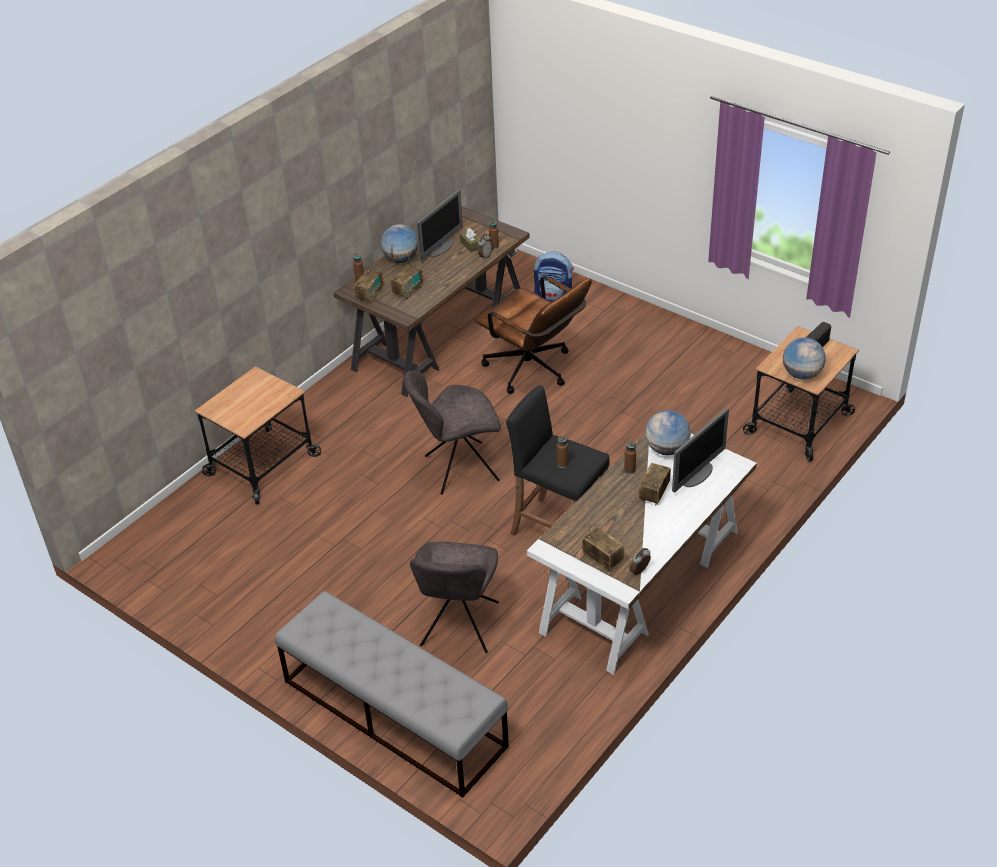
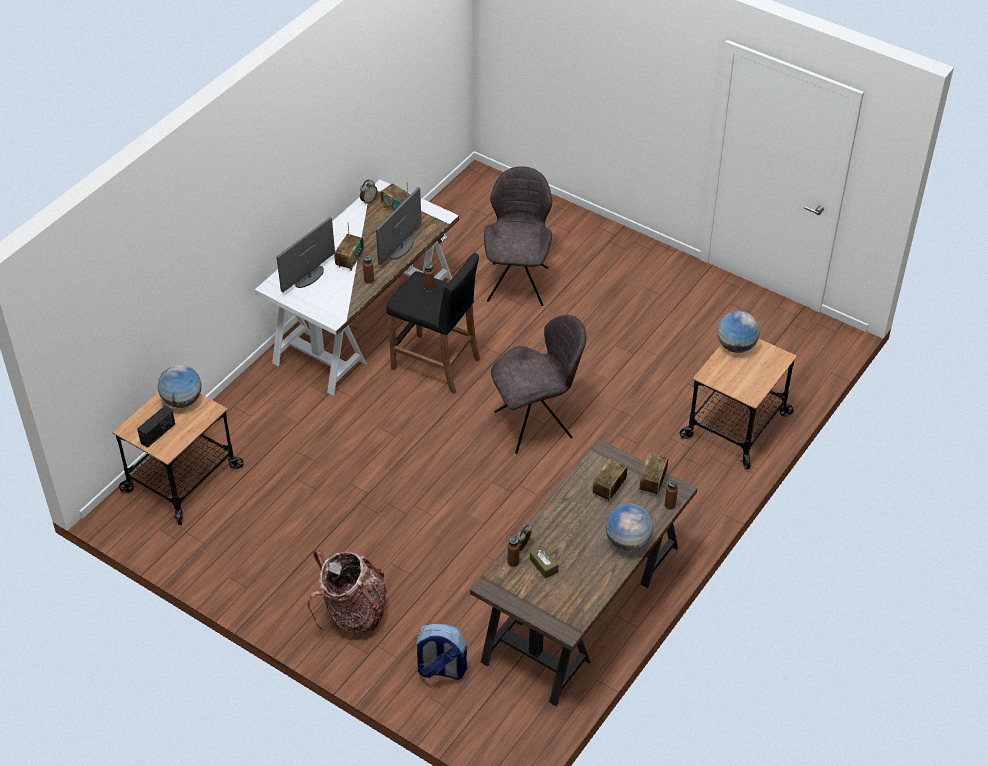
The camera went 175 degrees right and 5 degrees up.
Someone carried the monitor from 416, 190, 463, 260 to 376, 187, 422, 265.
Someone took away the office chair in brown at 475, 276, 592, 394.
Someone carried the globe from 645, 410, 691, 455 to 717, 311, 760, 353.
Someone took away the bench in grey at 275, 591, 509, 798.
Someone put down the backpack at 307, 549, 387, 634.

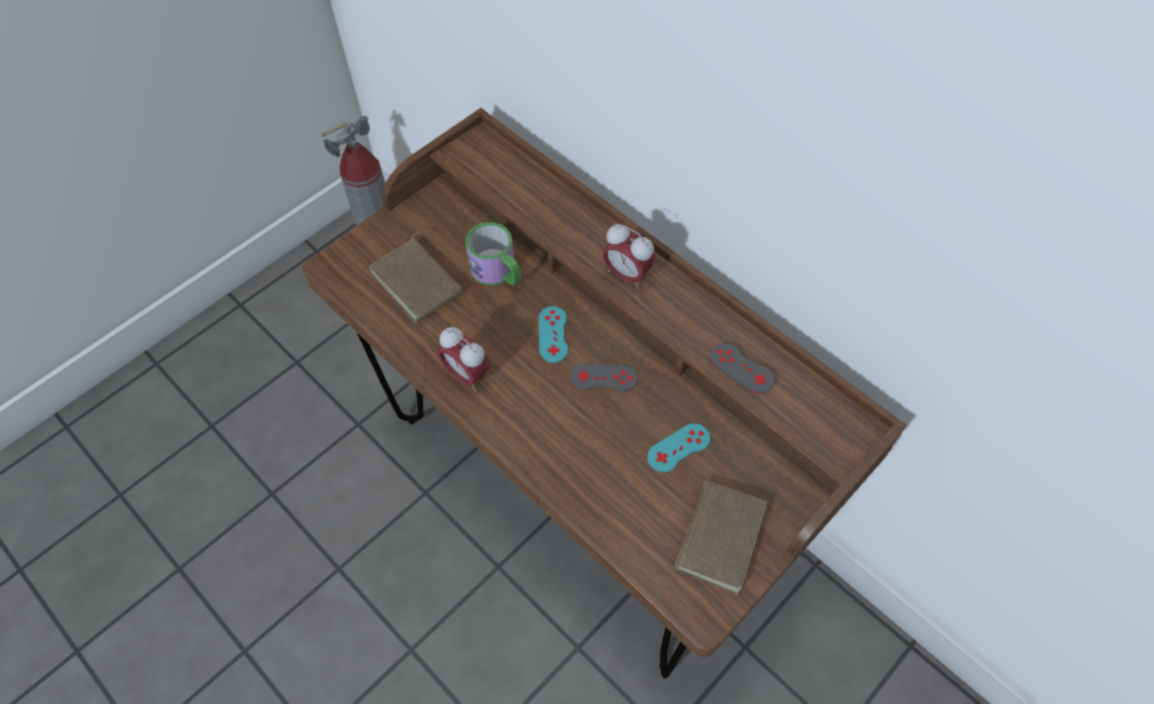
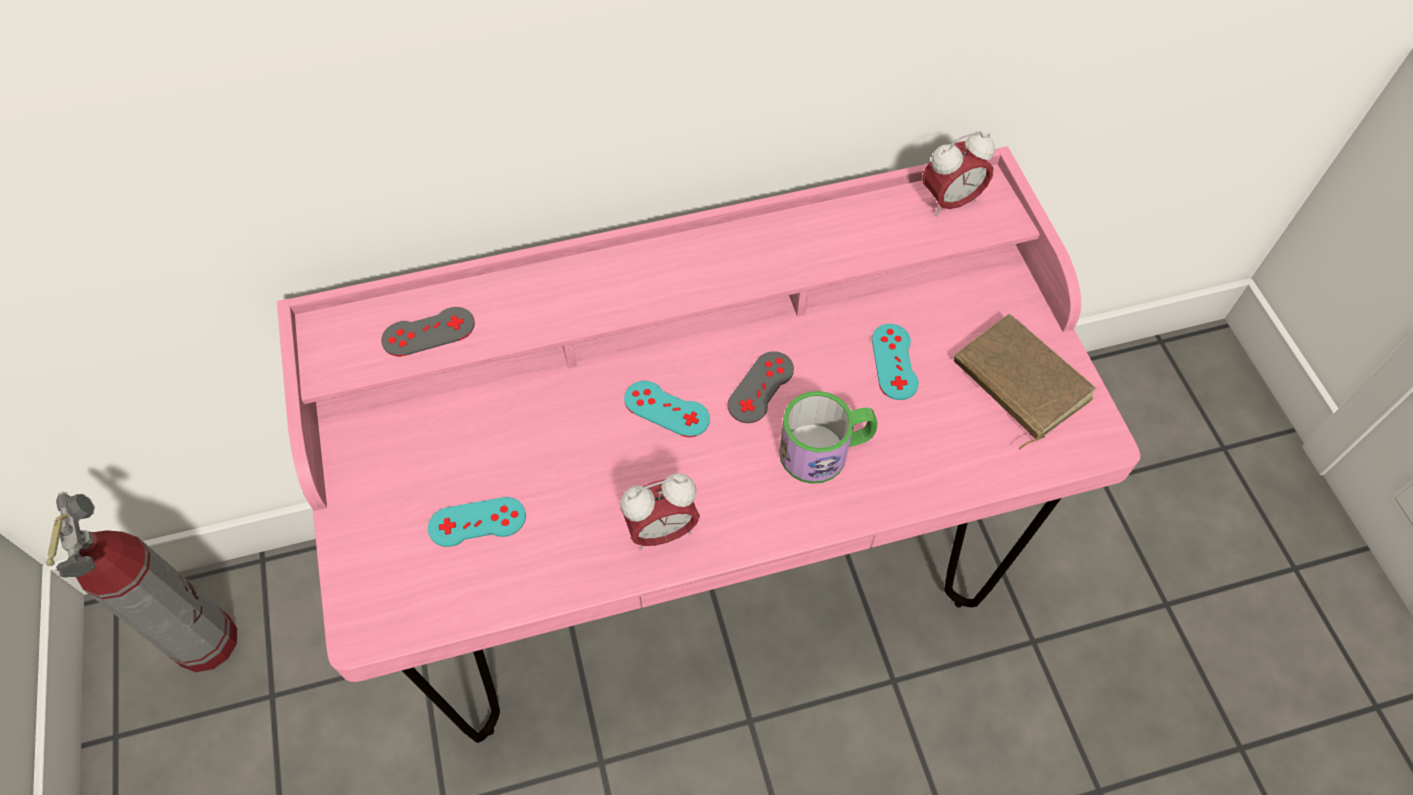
The camera went 60 degrees left and 0 degrees up.
Someone repainted the desk in brown at 302, 108, 907, 679, which became the desk in pink at 277, 146, 1141, 743.
Someone carried the mug from 465, 222, 521, 286 to 779, 391, 877, 484.
Someone carried the alarm clock from 602, 224, 656, 289 to 923, 131, 995, 217.
Someone swapped the book in brown at 369, 230, 463, 323 for the game controller in turquoise at 428, 497, 526, 547.
Someone carried the game controller in grey from 710, 343, 775, 394 to 381, 307, 475, 356.

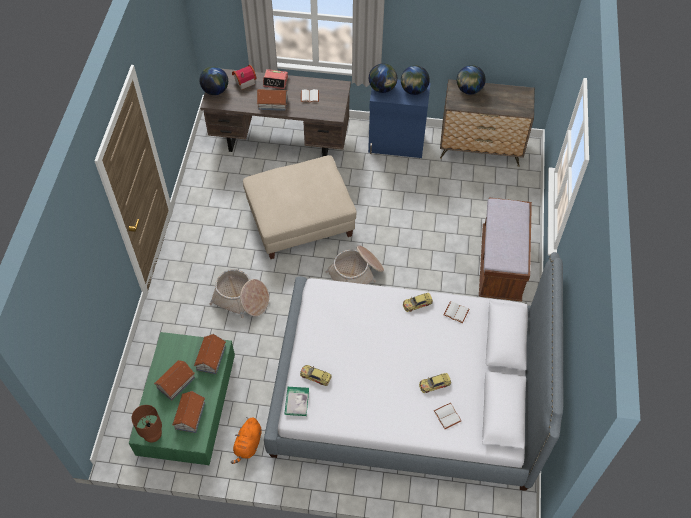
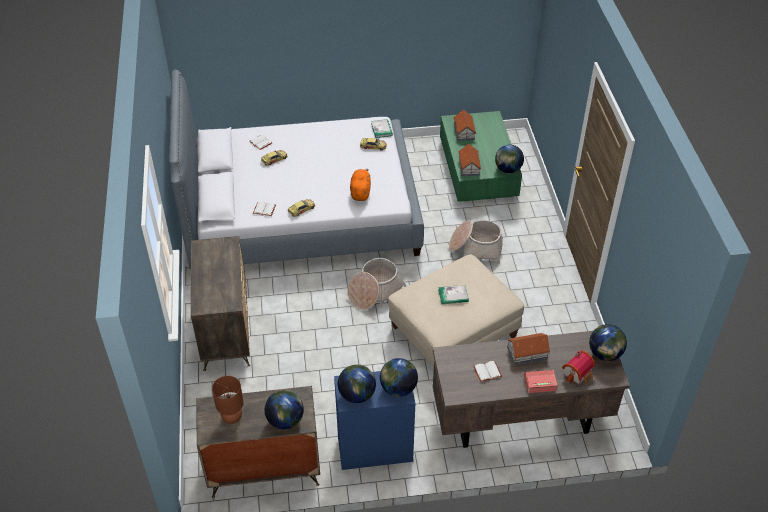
The camera went 165 degrees right and 10 degrees down.
Someone swapped the bench in brown at 479, 198, 532, 302 for the dresser at 191, 236, 250, 371.
Someone took away the toy house at 154, 360, 195, 401.
Someone carried the table lamp in brown from 132, 405, 162, 442 to 212, 376, 244, 424.
Someone carried the plush toy in orange from 231, 417, 262, 464 to 350, 169, 371, 201.
Someone put down the globe at 495, 145, 524, 173.
Someone put down the book at 438, 285, 469, 304.

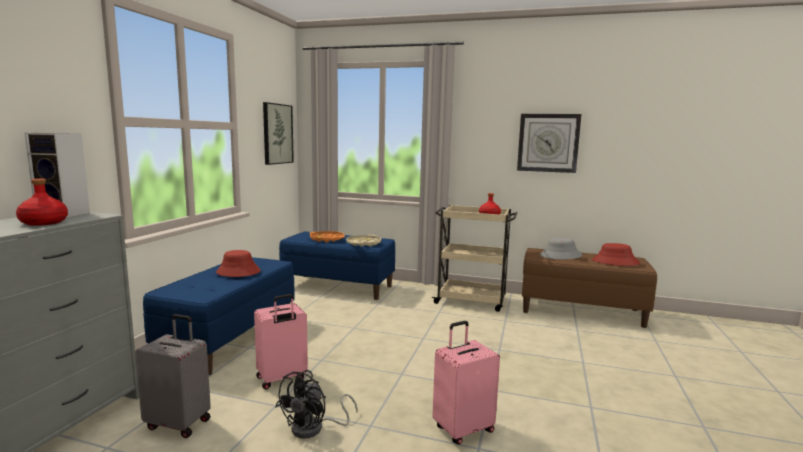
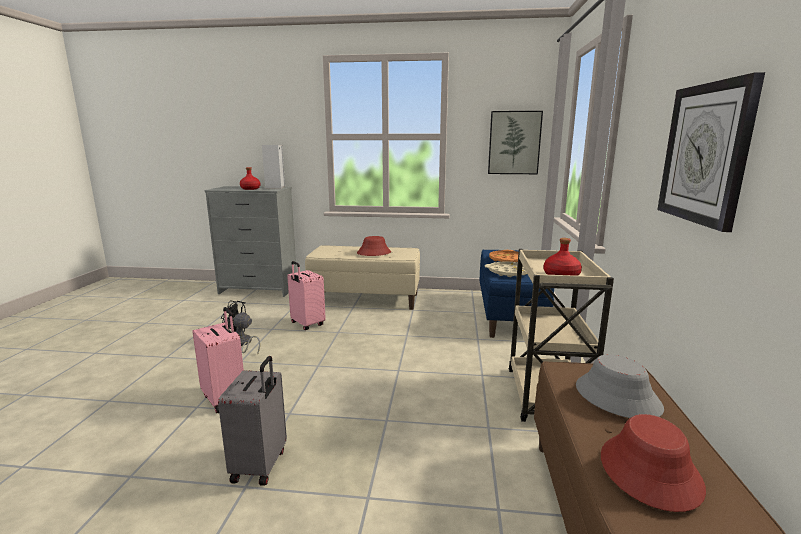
The camera went 80 degrees right and 5 degrees up.
Someone repainted the bench in blue at 143, 257, 295, 375, which became the bench in beige at 305, 246, 420, 310.
Someone carried the suitcase in grey from 135, 314, 211, 438 to 218, 356, 287, 486.

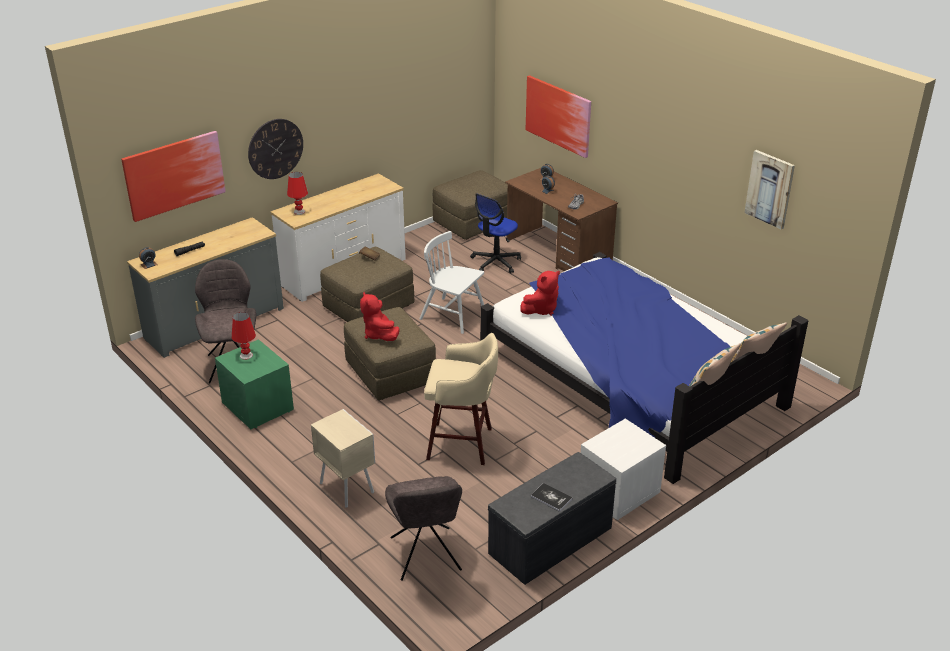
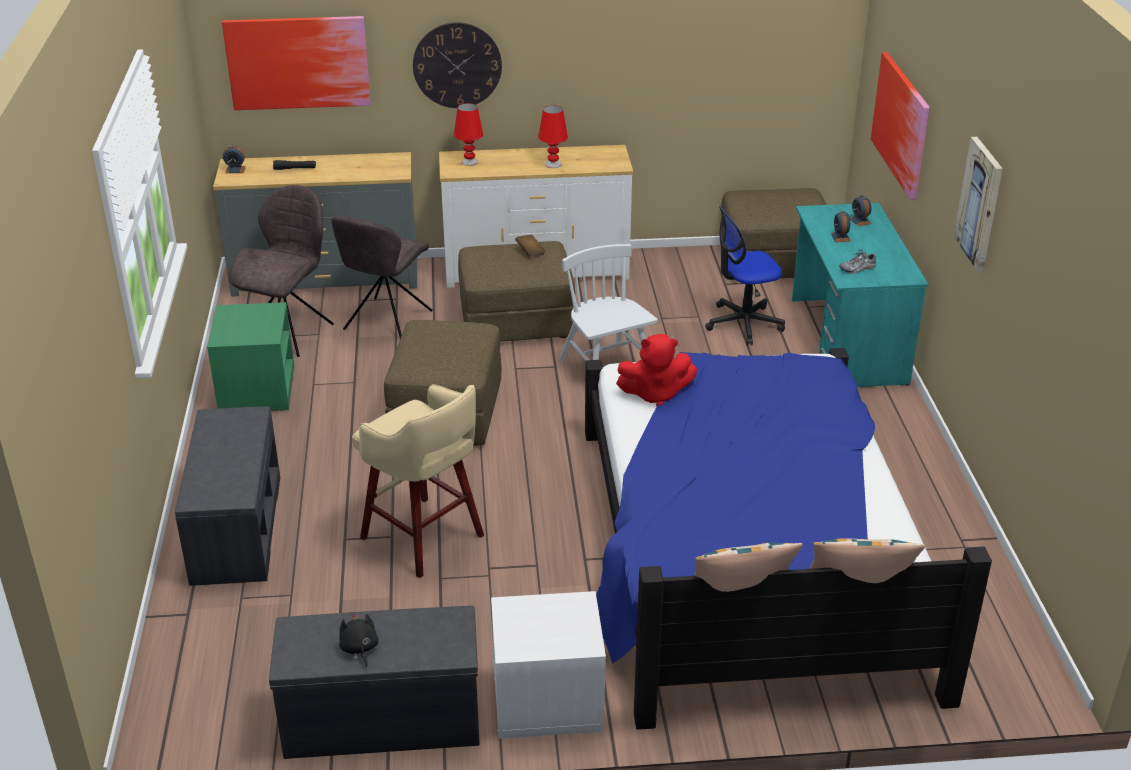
The camera went 35 degrees right and 0 degrees up.
Someone carried the picture from 744, 150, 795, 229 to 954, 137, 1003, 271.
Someone repainted the desk in brown at 505, 168, 618, 271, which became the desk in turquoise at 792, 203, 929, 387.
Someone took away the plush toy in red at 360, 292, 400, 341.
Someone carried the table lamp in red from 232, 312, 256, 360 to 538, 105, 568, 168.
Someone swapped the nightstand in beige at 311, 409, 375, 508 for the bench in grey at 175, 406, 280, 586.
Someone carried the chair in grey from 385, 476, 462, 581 to 332, 215, 433, 338.
Someone swapped the book at 531, 483, 572, 512 for the plush toy in black at 339, 613, 379, 668.

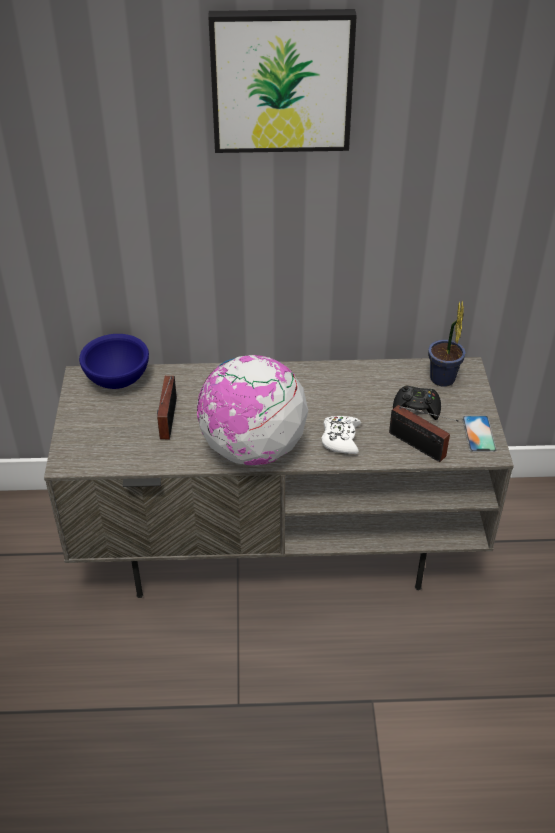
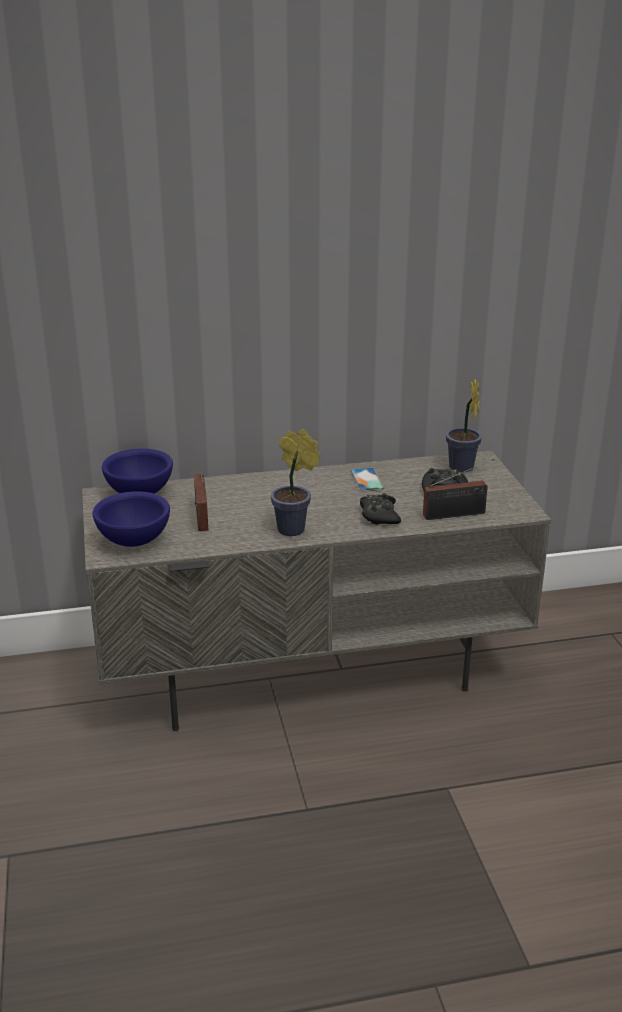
The camera went 10 degrees left and 15 degrees down.
Someone took away the picture at 208, 9, 357, 153.
Someone swapped the globe at 197, 355, 308, 466 for the potted plant at 271, 429, 321, 536.
Someone rotated the radio at 389, 405, 459, 462 by 45 degrees counterclockwise.
Someone repainted the game controller in white at 322, 416, 361, 454, which became the game controller in black at 360, 493, 401, 525.
Someone carried the phone from 462, 416, 497, 452 to 350, 468, 385, 492.
Someone put down the bowl in blue at 92, 491, 170, 547.

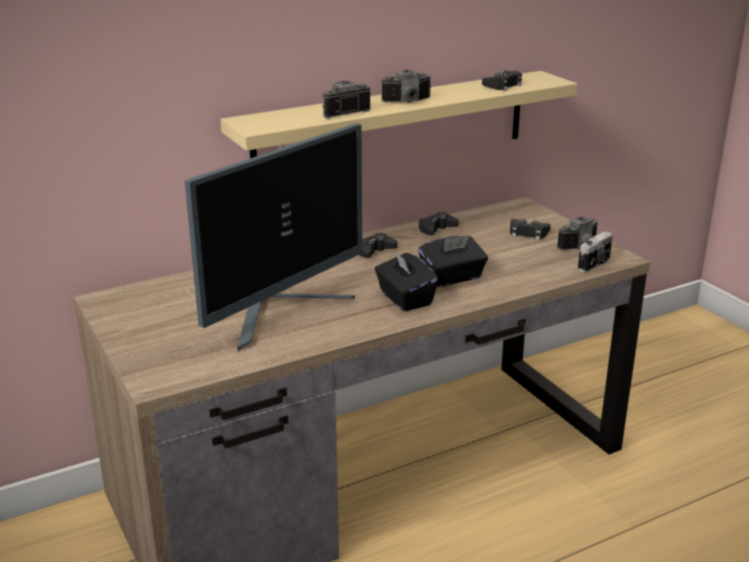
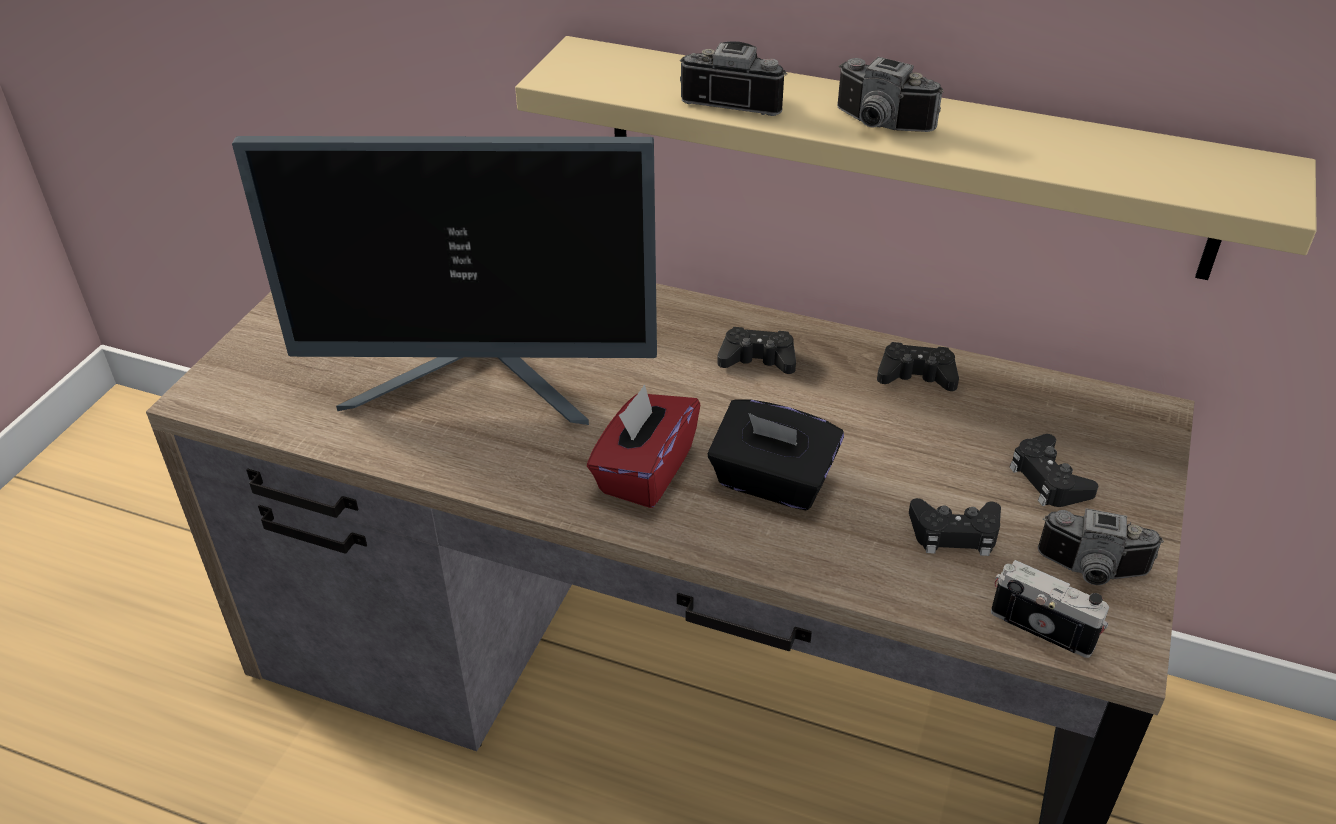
The camera went 50 degrees right and 15 degrees up.
Someone carried the game controller in black from 482, 70, 522, 91 to 909, 498, 1001, 556.
Someone rotated the photo camera at 578, 232, 613, 273 by 150 degrees counterclockwise.
Someone repainted the tissue box in black at 375, 251, 438, 311, which became the tissue box in red at 587, 384, 700, 508.

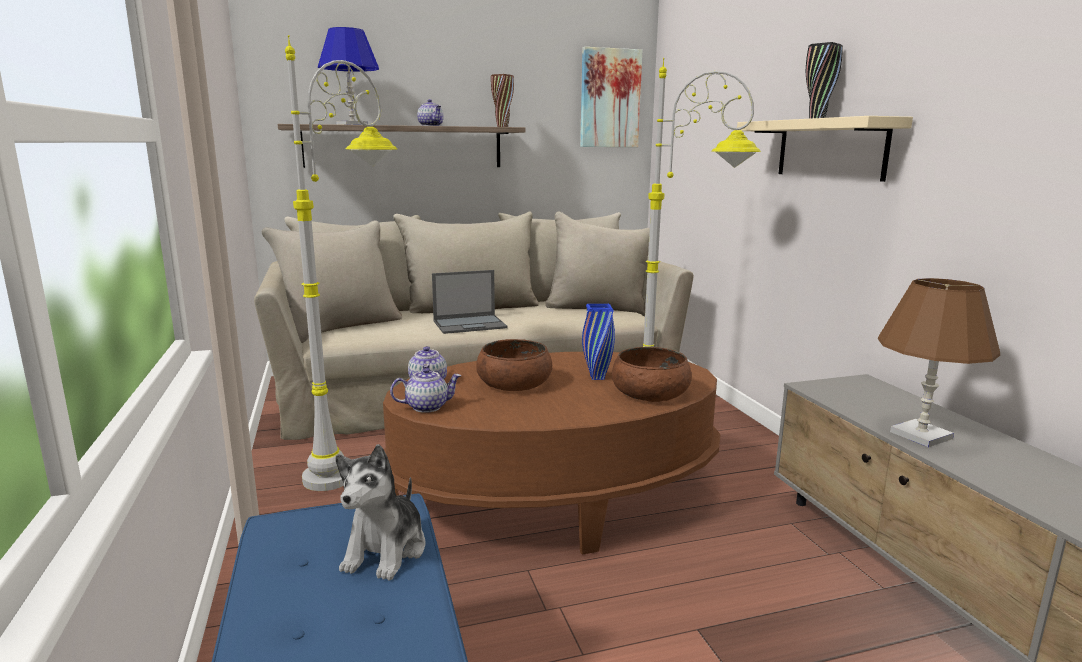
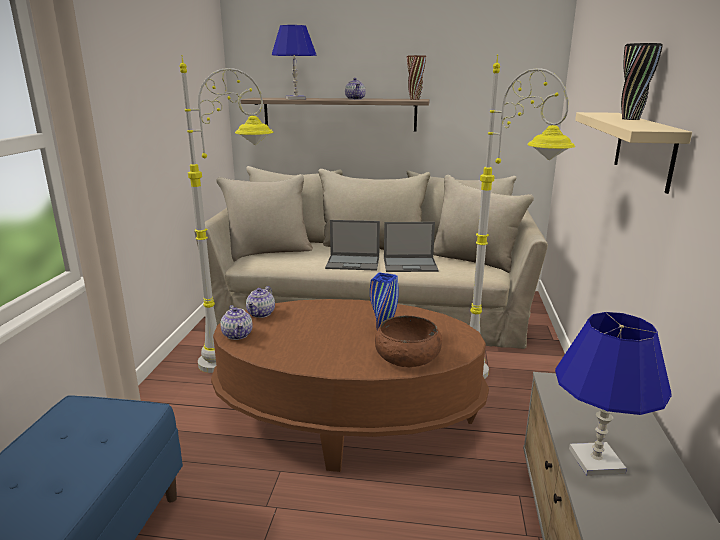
The camera went 25 degrees right and 5 degrees up.
Someone took away the picture at 580, 47, 642, 147.
Someone repainted the table lamp in brown at 878, 278, 1000, 447, which became the table lamp in blue at 555, 312, 672, 476.
Someone took away the bowl in brown at 476, 339, 552, 391.
Someone rotated the teapot at 390, 368, 461, 413 by 60 degrees clockwise.
Someone took away the plush toy at 336, 444, 426, 581.
Someone put down the laptop at 384, 222, 439, 272.

